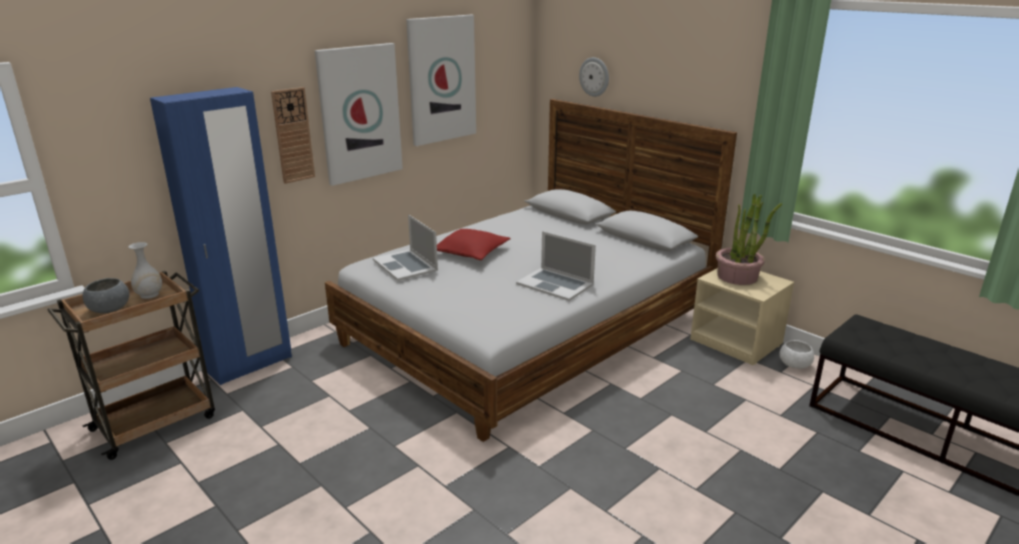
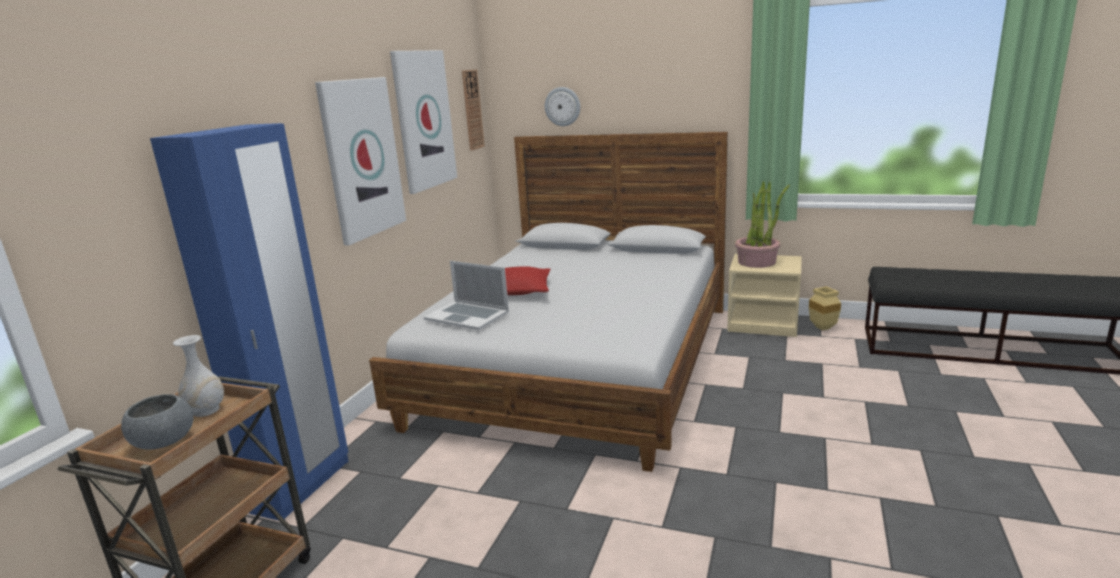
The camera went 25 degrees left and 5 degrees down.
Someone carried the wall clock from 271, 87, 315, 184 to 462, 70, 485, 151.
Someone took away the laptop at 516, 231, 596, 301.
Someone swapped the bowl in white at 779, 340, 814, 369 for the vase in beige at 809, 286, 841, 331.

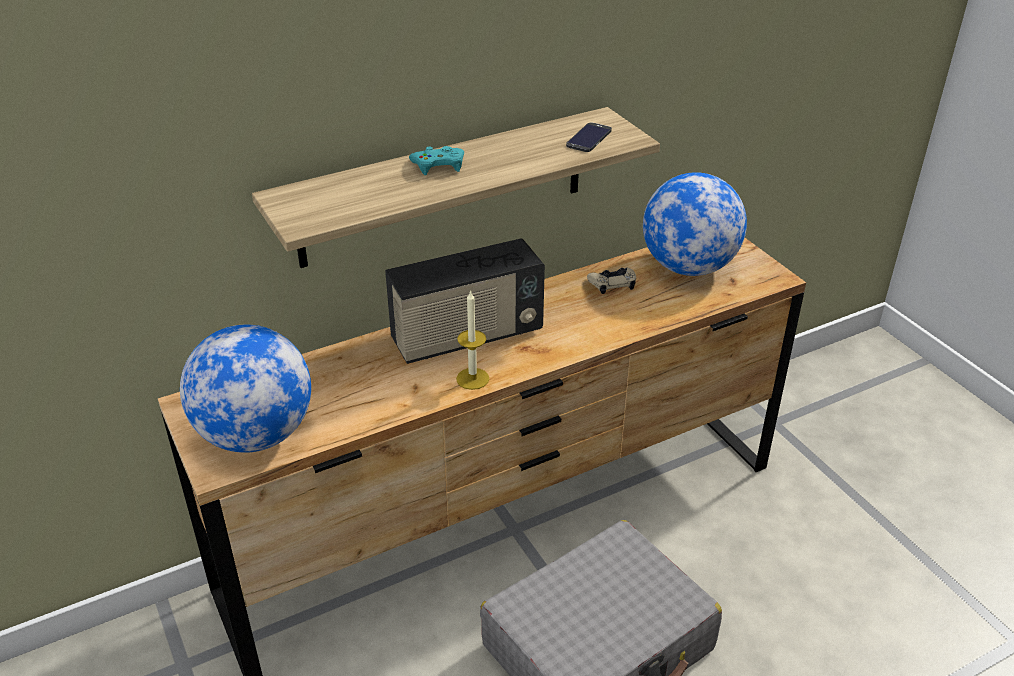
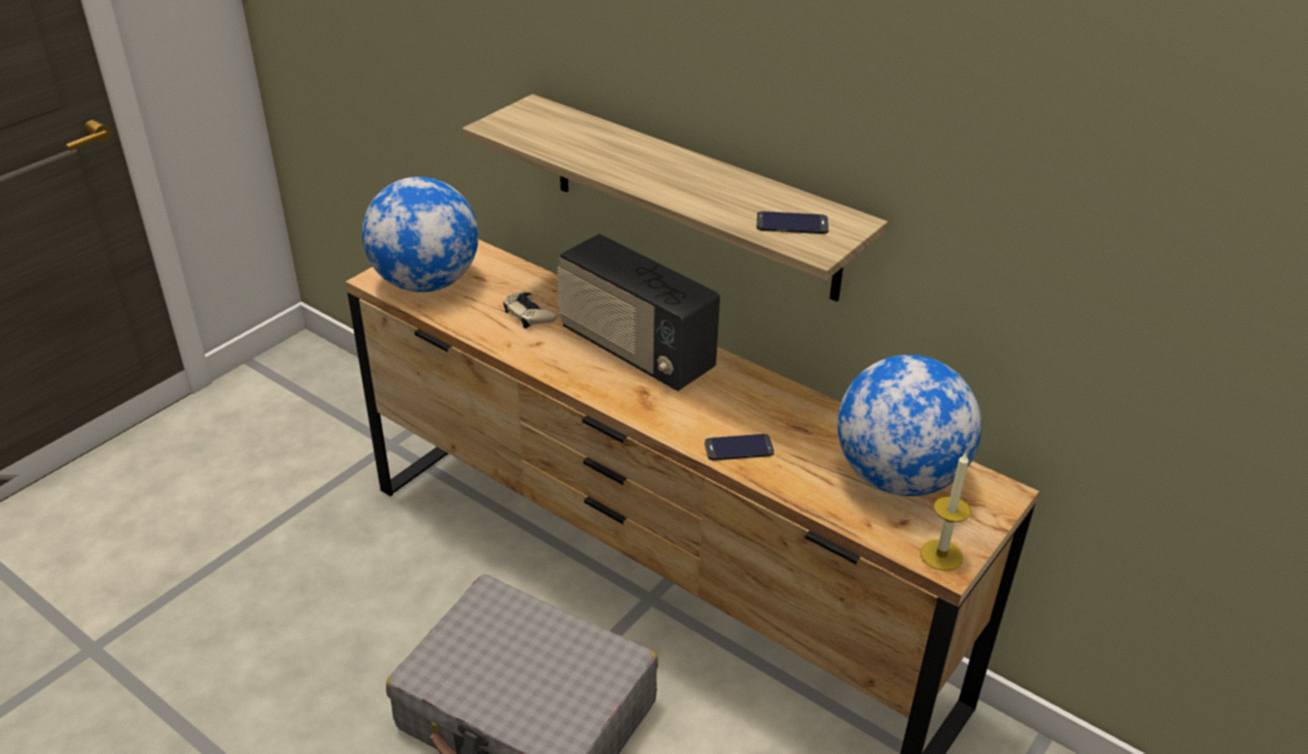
The camera went 65 degrees right and 0 degrees up.
Someone took away the game controller in turquoise at 409, 146, 464, 175.
Someone carried the game controller in beige from 587, 268, 636, 294 to 503, 292, 557, 329.
Someone carried the candle from 456, 290, 489, 390 to 920, 452, 971, 571.
Someone put down the phone at 705, 434, 774, 461.

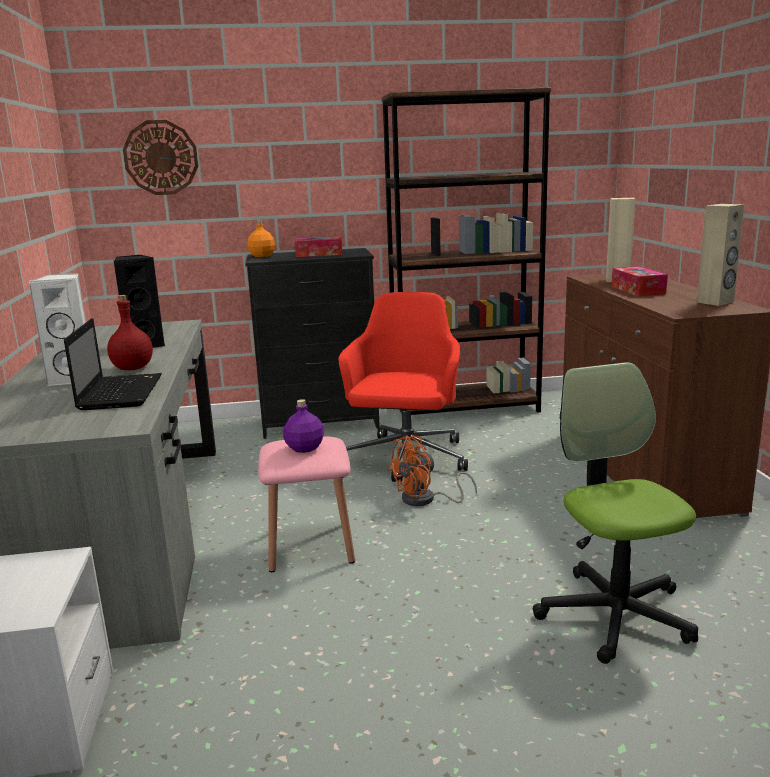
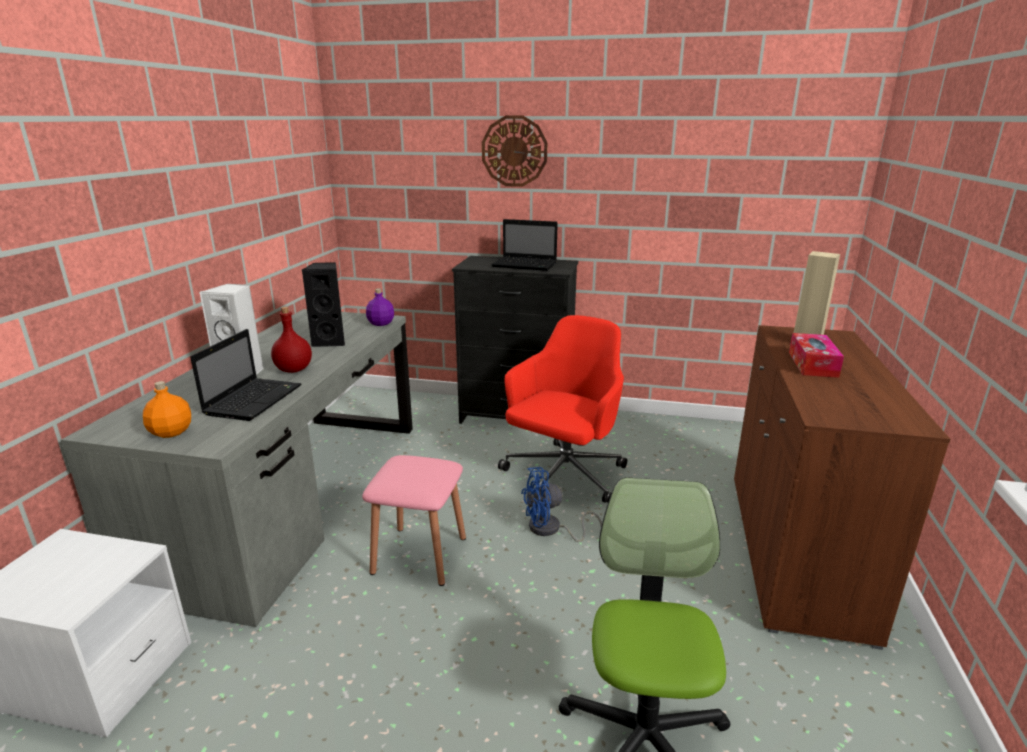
The camera went 20 degrees right and 5 degrees up.
Someone took away the bookcase in brown at 382, 87, 551, 415.
Someone carried the wall clock from 123, 120, 198, 195 to 482, 115, 547, 187.
Someone took away the speaker in beige at 697, 204, 745, 306.
Someone carried the bottle in orange from 247, 220, 275, 257 to 143, 381, 191, 438.
Someone swapped the tissue box at 295, 236, 342, 257 for the laptop at 491, 219, 558, 271.
Someone carried the bottle in purple from 283, 399, 324, 453 to 366, 288, 394, 326.
Someone repainted the fan in orange at 387, 436, 477, 506, which became the fan in blue at 521, 467, 602, 542.

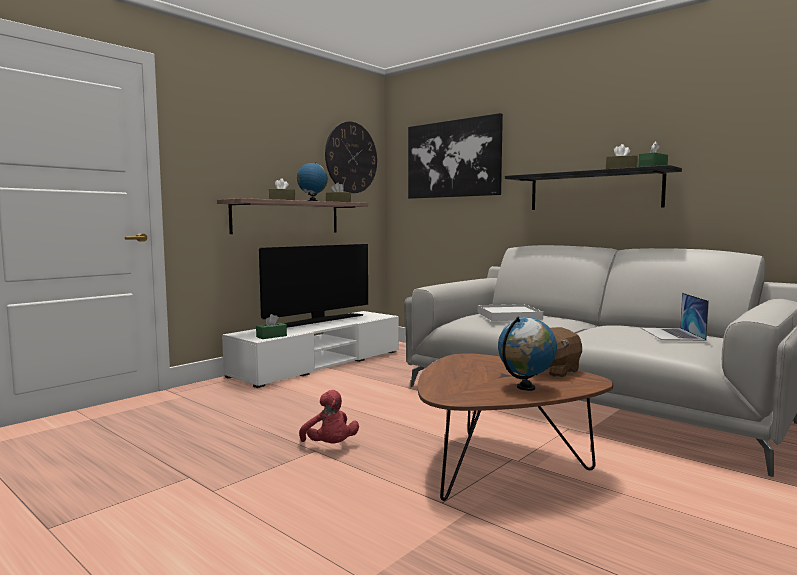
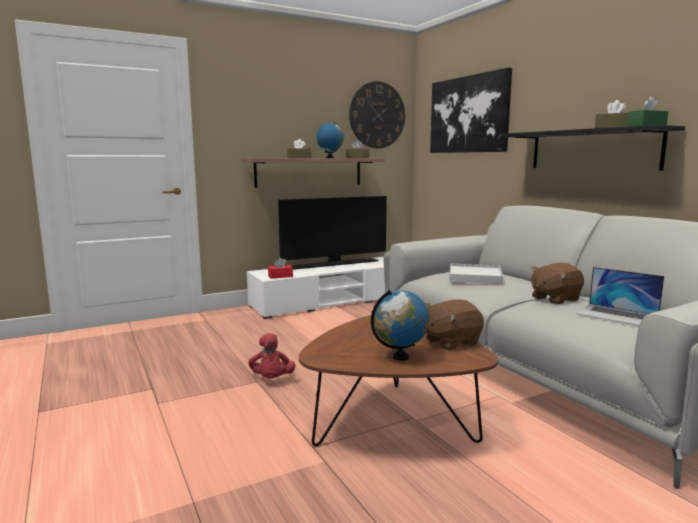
The camera went 20 degrees right and 5 degrees up.
Someone rotated the laptop at 641, 293, 709, 341 by 75 degrees counterclockwise.
Someone repainted the tissue box in green at 256, 314, 287, 339, which became the tissue box in red at 268, 258, 293, 279.
Someone put down the plush toy in brown at 531, 263, 584, 304.

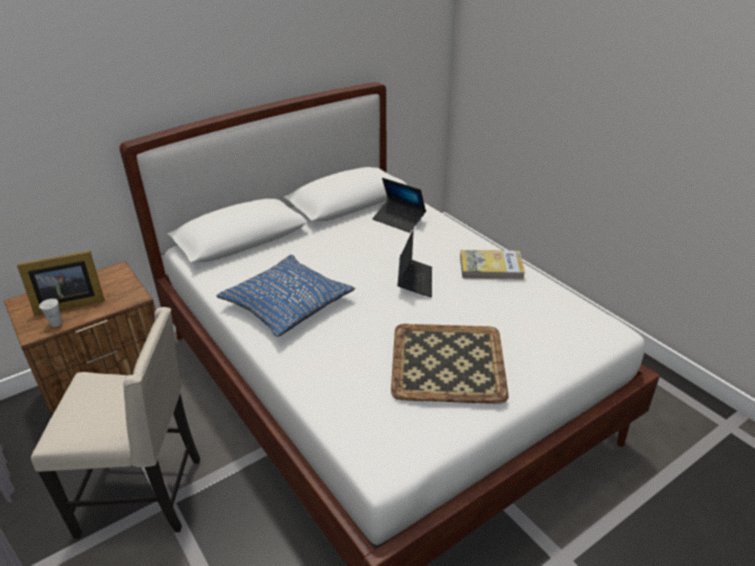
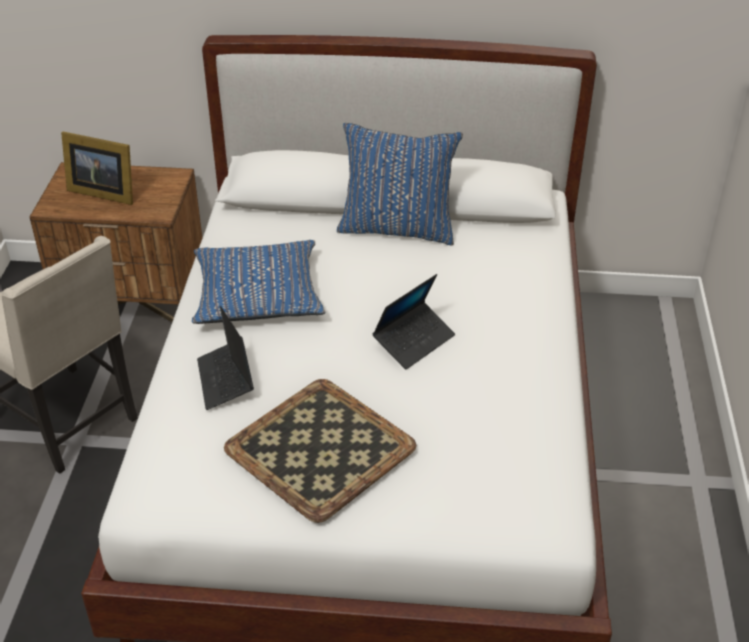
The camera went 40 degrees right and 5 degrees up.
Someone carried the laptop from 372, 178, 426, 233 to 197, 306, 254, 410.
Someone took away the book at 460, 250, 525, 280.
Someone took away the cup in white at 39, 299, 62, 327.
Someone put down the pillow in blue at 337, 123, 463, 246.

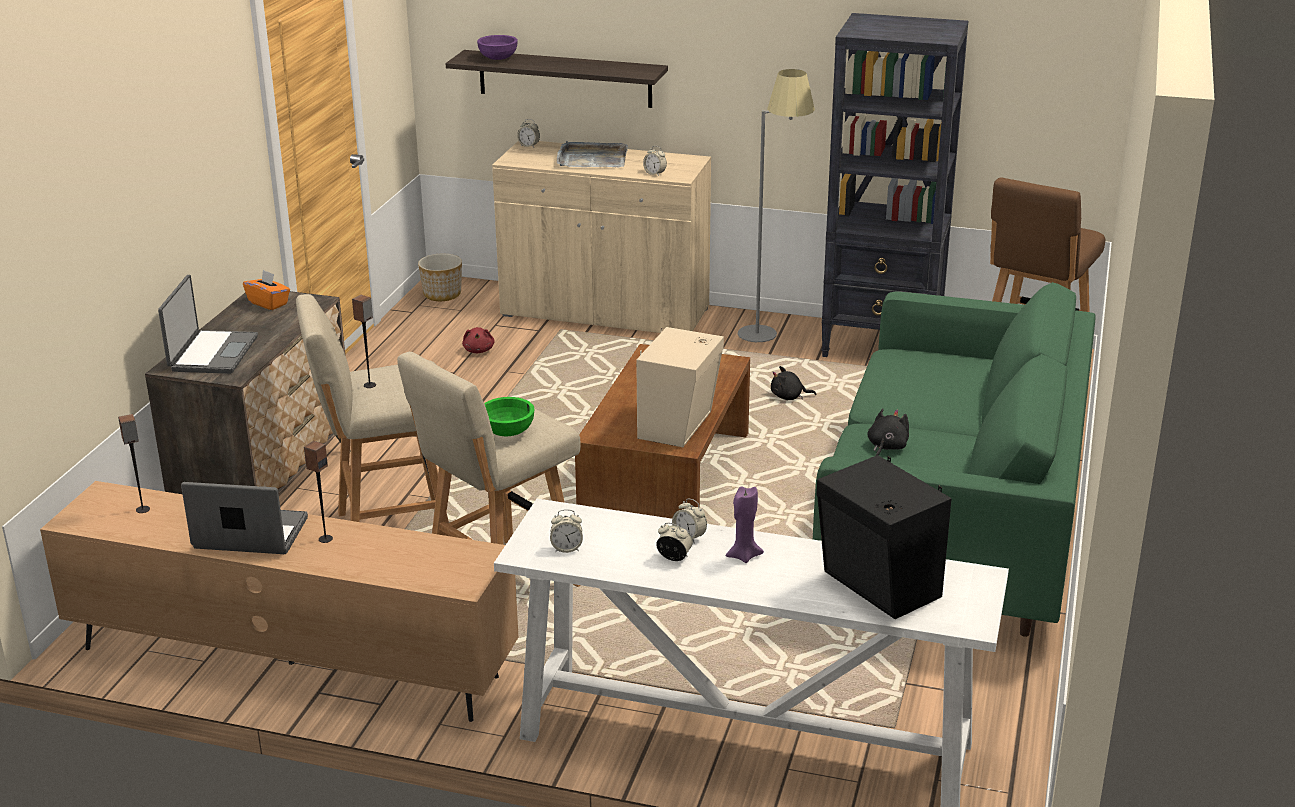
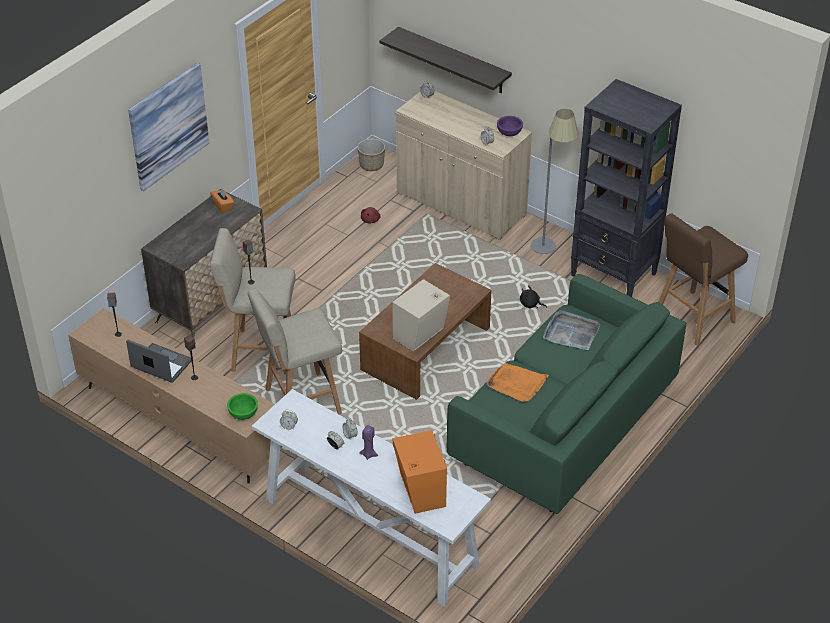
The camera went 20 degrees right and 15 degrees up.
Someone carried the bowl in purple from 477, 35, 518, 60 to 497, 116, 523, 136.
Someone carried the tray in grey from 557, 141, 628, 167 to 543, 310, 601, 350.
Someone took away the laptop at 158, 275, 258, 374.
Someone carried the bowl in green from 484, 397, 535, 436 to 227, 393, 258, 420.
Someone swapped the plush toy in black at 867, 409, 909, 455 for the tray in orange at 486, 363, 549, 402.
Someone repainted the speaker in black at 816, 455, 952, 619, which became the speaker in orange at 393, 430, 447, 514.
Someone put up the picture at 128, 63, 209, 191.

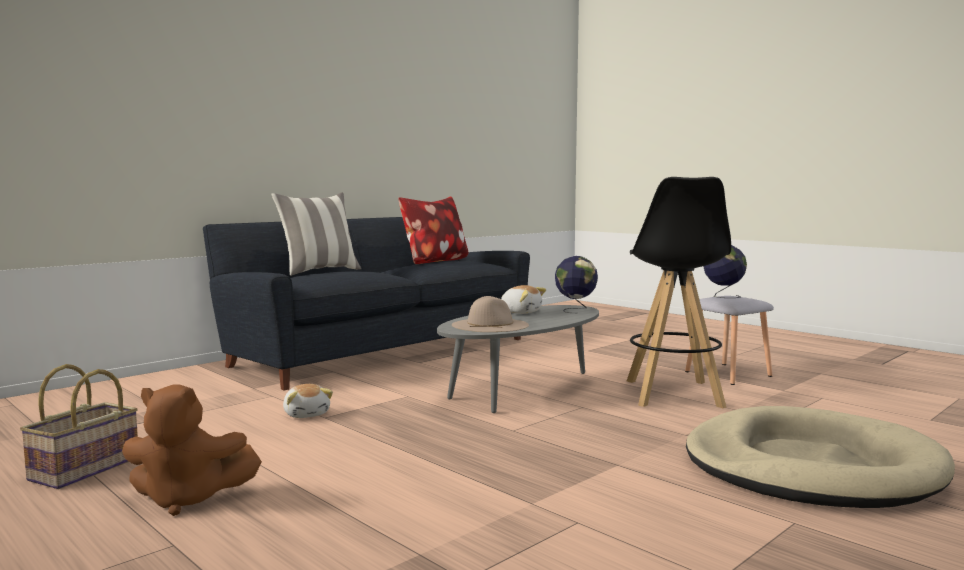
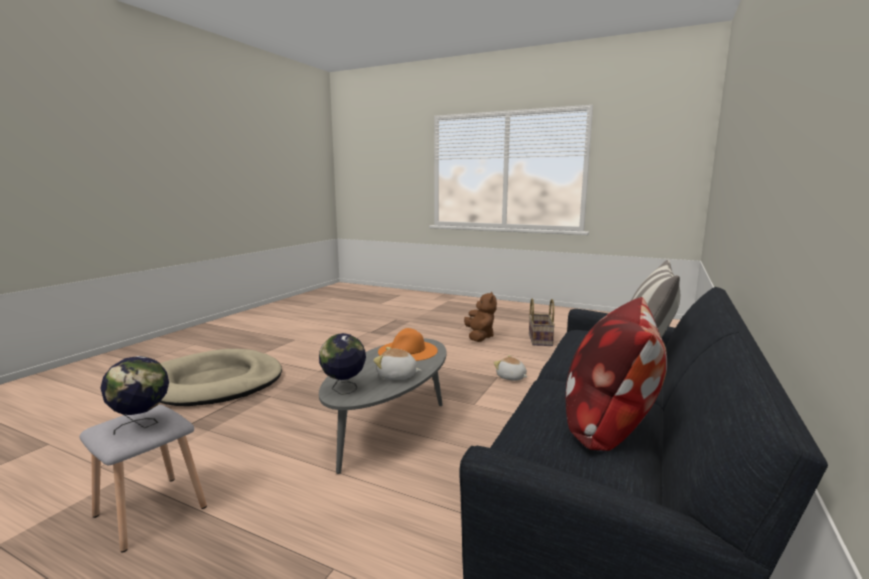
The camera went 160 degrees right and 5 degrees up.
Someone took away the stool in black at 627, 177, 731, 408.
Someone repainted the hat in beige at 452, 296, 529, 332, which became the hat in orange at 378, 328, 438, 361.
Someone rotated the plush toy in brown at 122, 384, 262, 516 by 105 degrees clockwise.

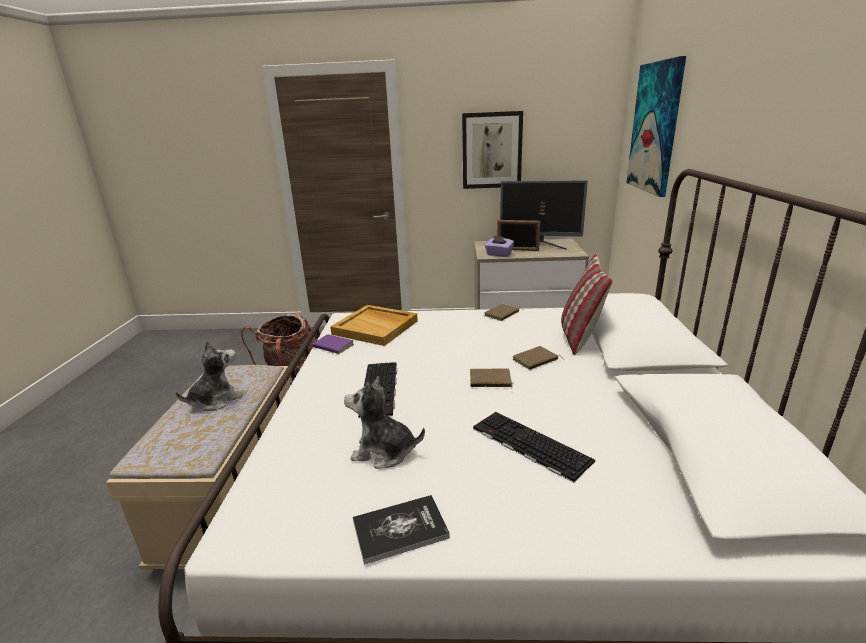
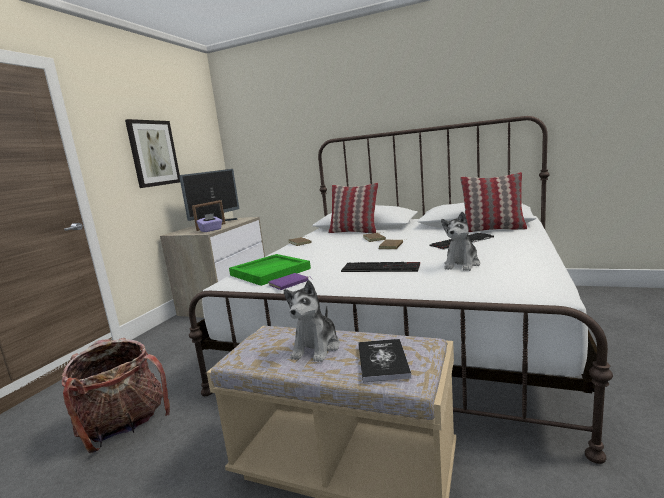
The camera went 70 degrees left and 10 degrees down.
Someone took away the picture at 626, 56, 686, 197.
Someone repainted the tray in beige at 330, 305, 418, 346, which became the tray in green at 229, 254, 311, 286.
Someone rotated the plush toy at 175, 340, 243, 411 by 135 degrees counterclockwise.
Someone carried the book from 353, 495, 450, 565 to 359, 339, 411, 382.
Someone put down the pillow at 460, 172, 527, 232.

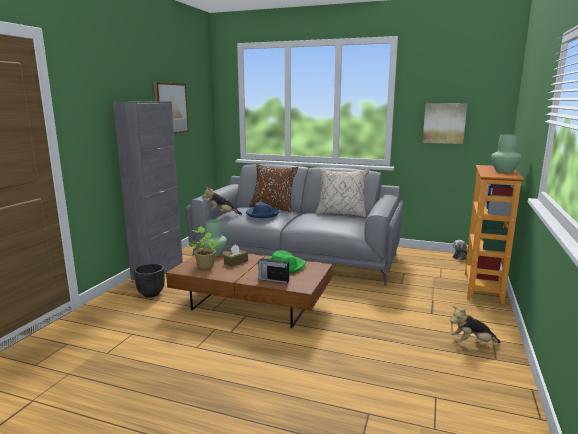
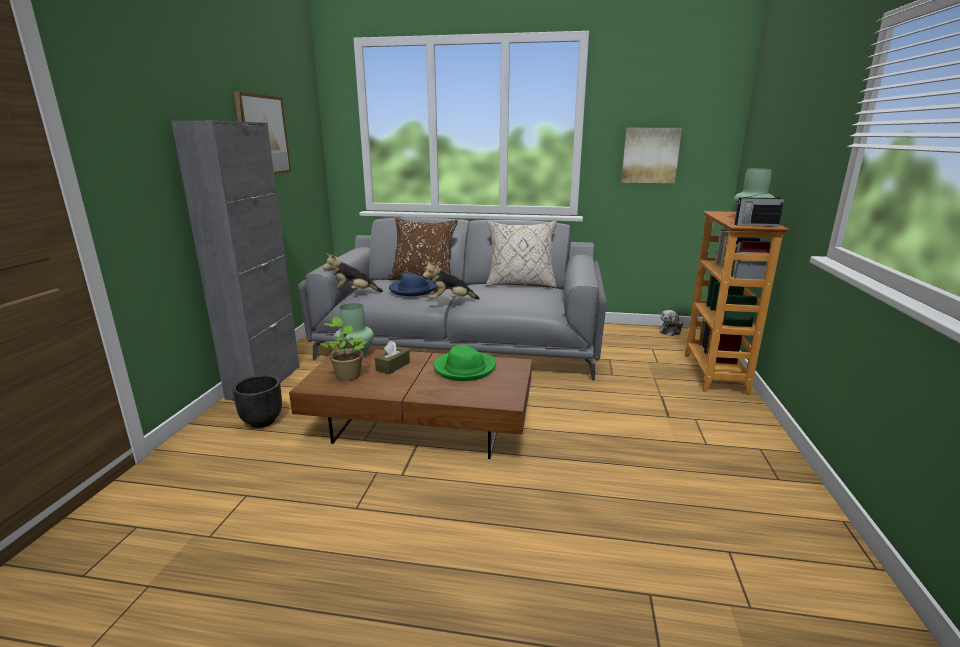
The camera went 10 degrees left and 5 degrees up.
Someone carried the radio from 258, 257, 289, 283 to 734, 190, 785, 227.
Someone carried the plush toy from 451, 306, 500, 343 to 423, 261, 480, 299.

